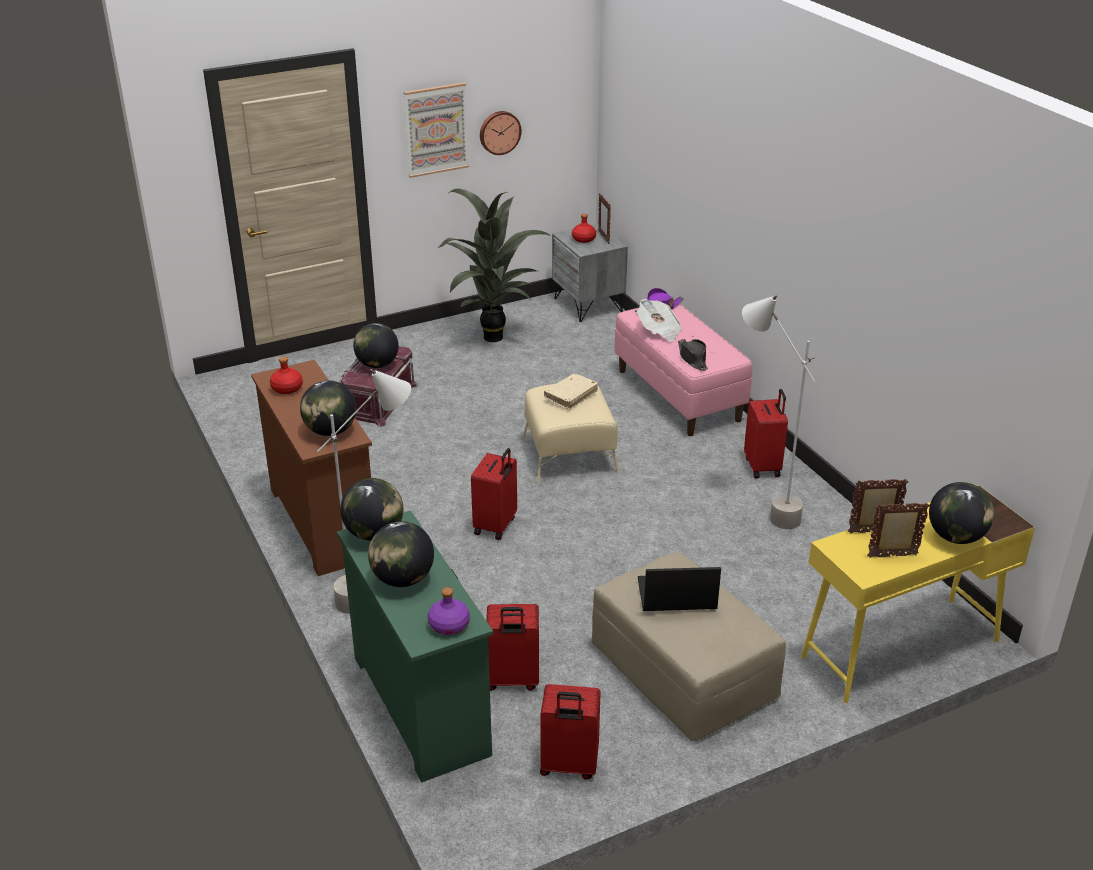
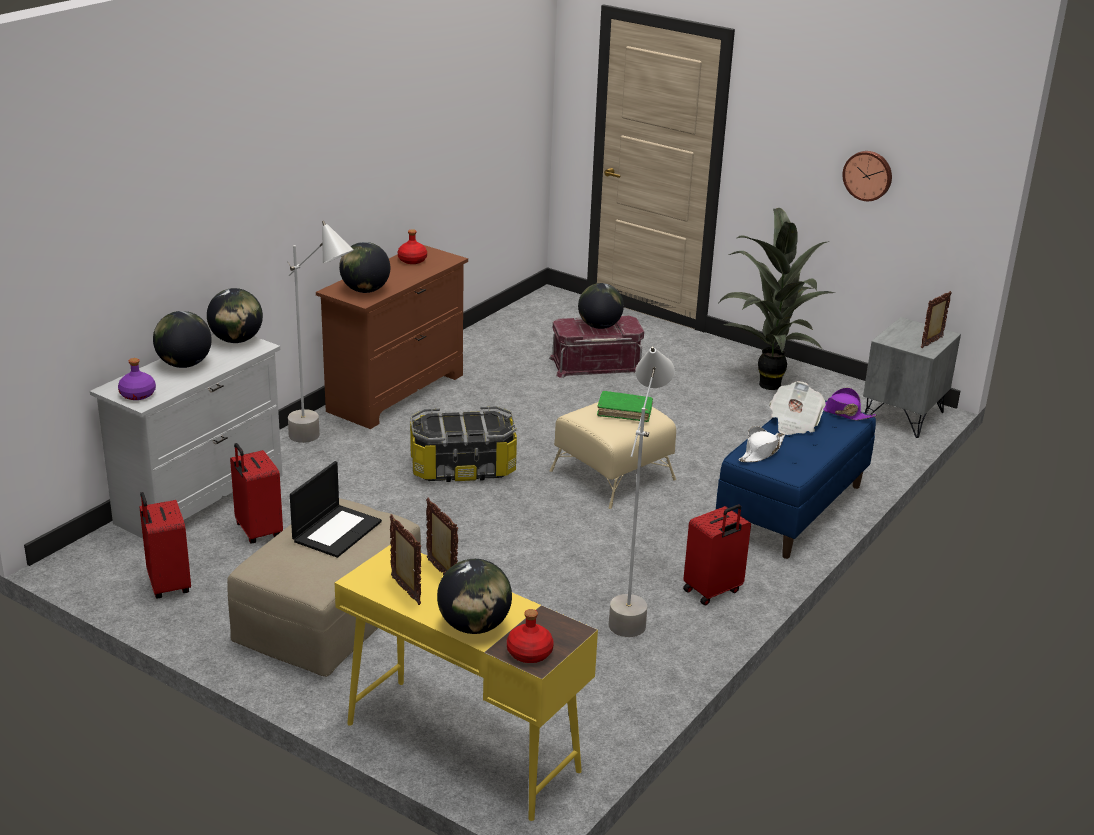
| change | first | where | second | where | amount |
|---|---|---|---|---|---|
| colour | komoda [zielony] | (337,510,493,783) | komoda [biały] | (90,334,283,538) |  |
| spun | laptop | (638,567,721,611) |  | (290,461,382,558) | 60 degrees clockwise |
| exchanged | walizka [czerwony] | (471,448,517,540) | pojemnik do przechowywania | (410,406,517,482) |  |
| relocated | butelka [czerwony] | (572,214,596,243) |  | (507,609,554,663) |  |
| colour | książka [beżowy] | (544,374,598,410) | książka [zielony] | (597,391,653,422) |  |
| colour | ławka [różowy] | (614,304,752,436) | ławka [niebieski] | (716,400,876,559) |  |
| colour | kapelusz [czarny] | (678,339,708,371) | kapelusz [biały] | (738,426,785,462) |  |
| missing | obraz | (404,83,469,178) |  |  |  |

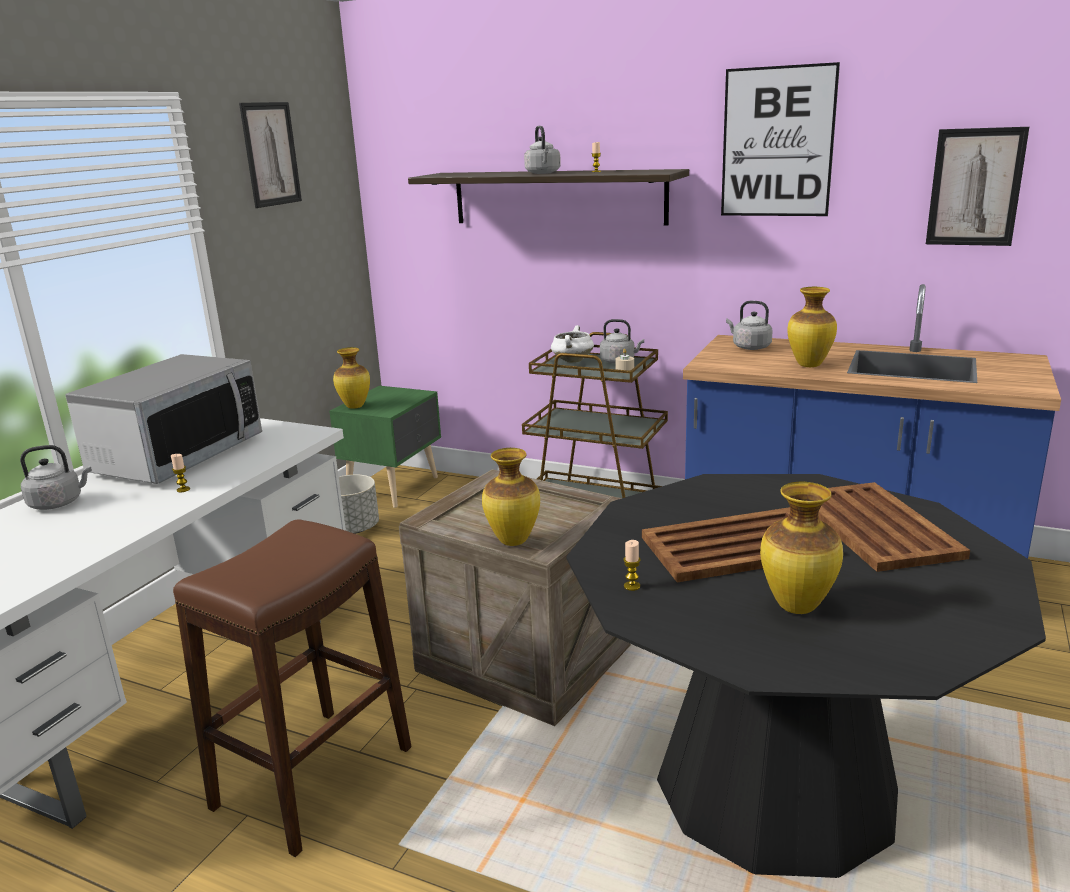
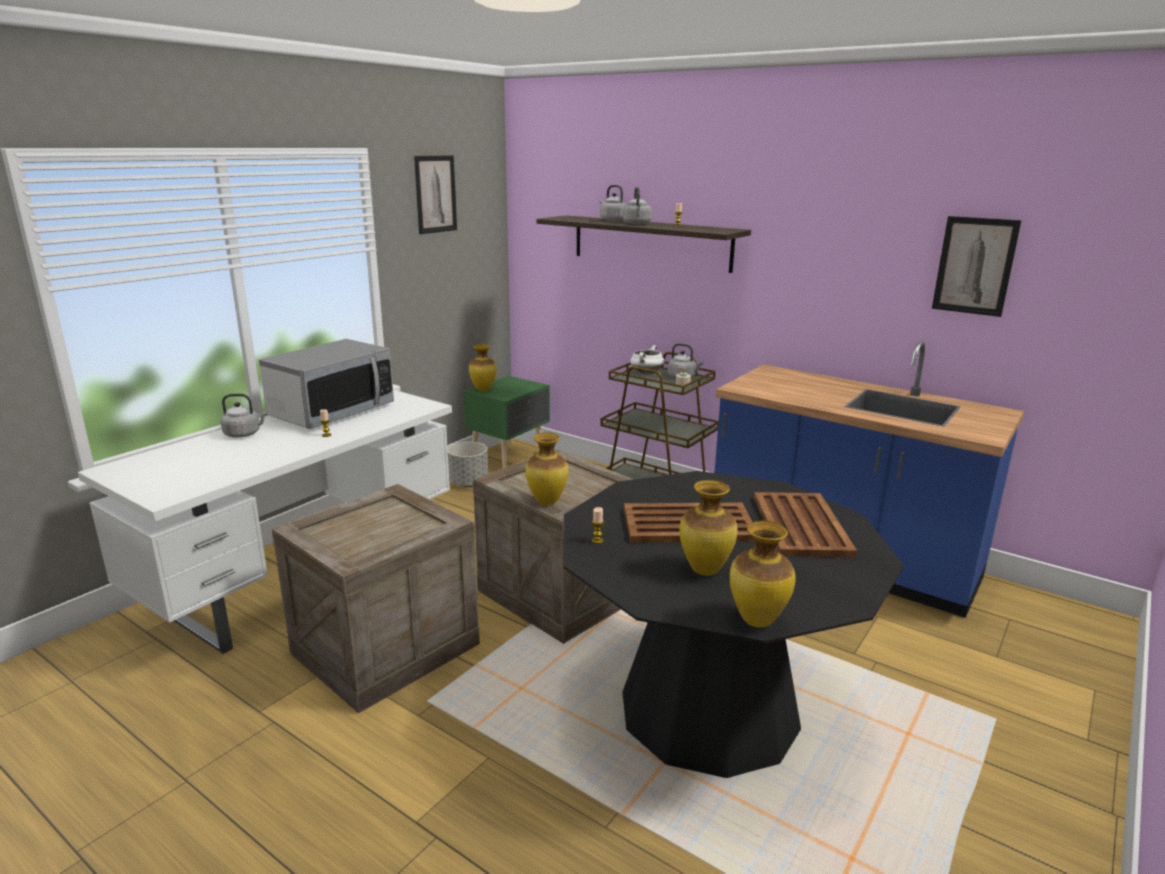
| change | first | where | second | where | amount |
|---|---|---|---|---|---|
| exchanged | stołek [brązowy] | (173,520,412,857) | skrzynka | (272,484,480,713) |  |
| relocated | czajnik [szary] | (726,301,773,350) |  | (599,185,626,221) |  |
| relocated | wazon | (787,287,837,367) |  | (730,521,796,628) |  |
| missing | obraz | (721,62,840,216) |  |  |  |

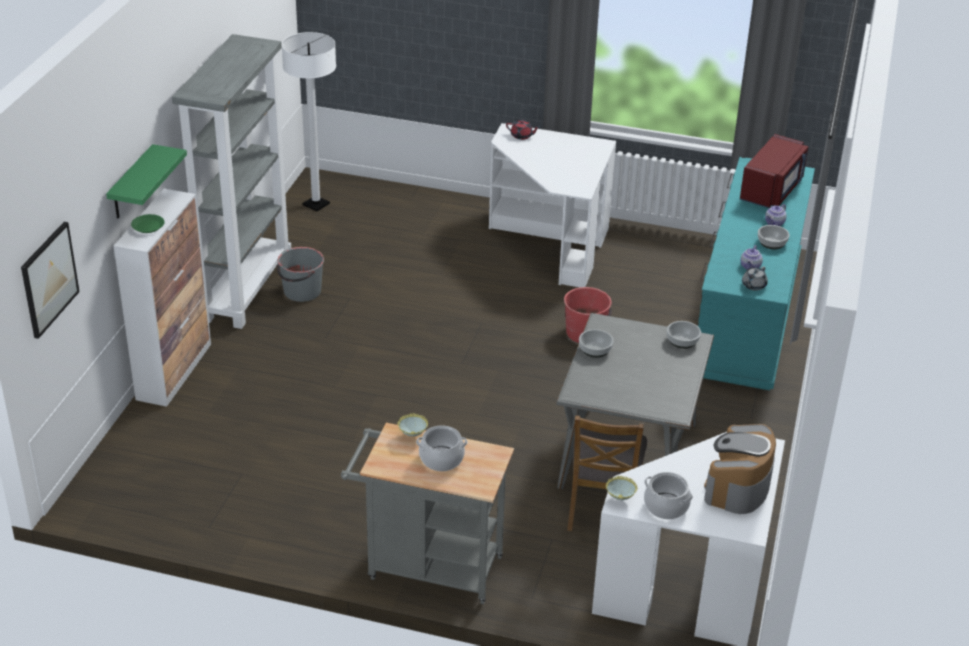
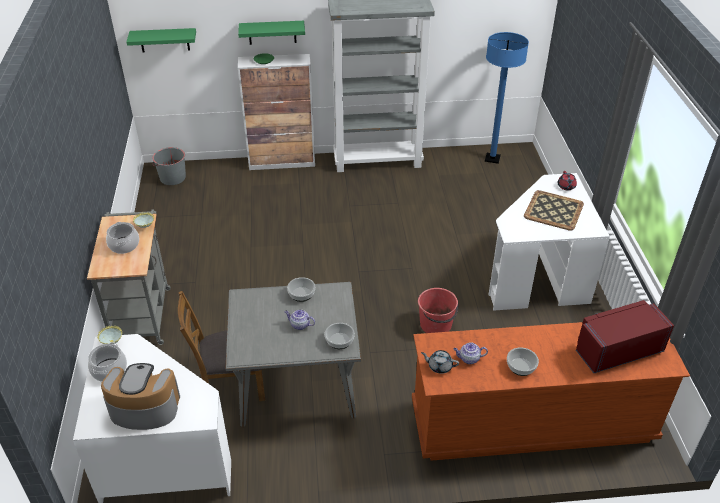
| change | first | where | second | where | amount |
|---|---|---|---|---|---|
| exchanged | obraz | (21,222,80,339) | półka [zielony] | (126,28,196,52) |  |
| relocated | wiadro [szary] | (277,247,324,302) |  | (152,147,186,185) |  |
| relocated | imbryk | (765,204,787,226) |  | (284,309,315,330) |  |
| colour | komoda [turkusowy] | (698,157,815,390) | komoda [brązowy] | (412,322,690,461) |  |
| colour | lampa stojąca [biały] | (282,32,336,211) | lampa stojąca [niebieski] | (485,32,529,164) |  |
| appeared |  |  | taca | (524,190,584,231) |  |
| spun | mikrofalówka [czerwony] | (740,134,808,208) |  | (576,300,674,373) | 150 degrees clockwise |

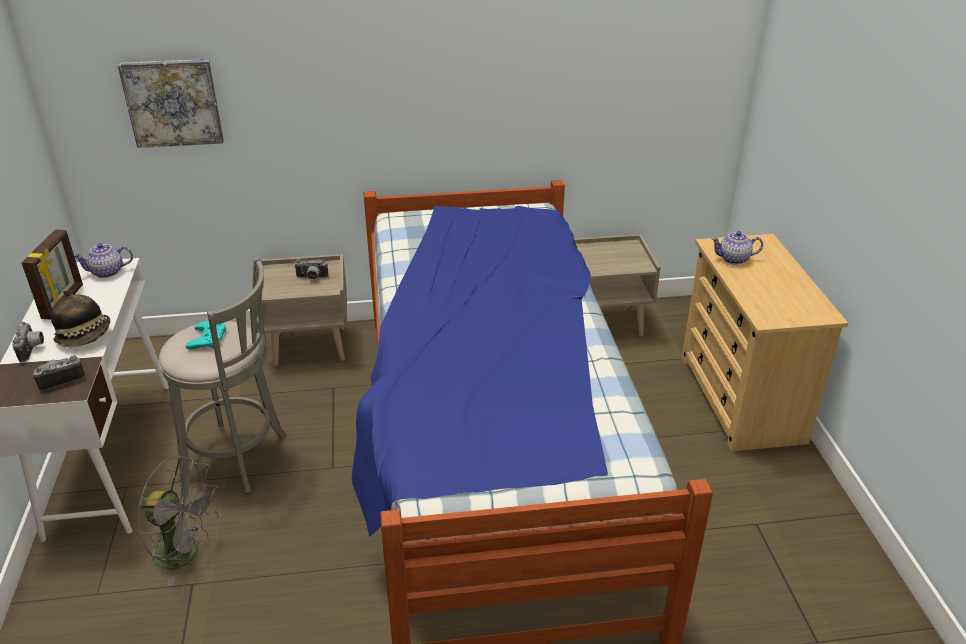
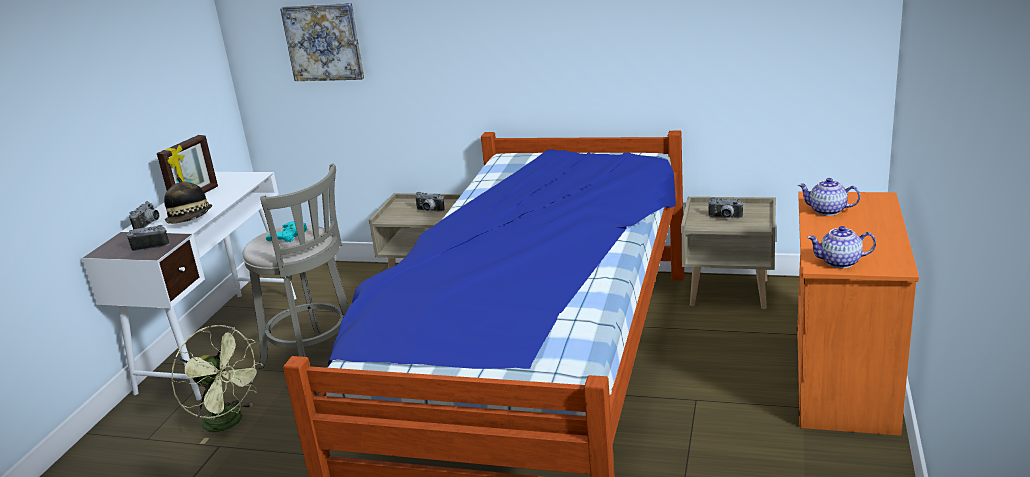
| change | first | where | second | where | amount |
|---|---|---|---|---|---|
| colour | wentylator [szary] | (137,455,219,586) | wentylator [zielony] | (171,325,264,444) |  |
| appeared |  |  | aparat fotograficzny | (708,197,743,218) |  |
| colour | komoda [beżowy] | (682,234,848,452) | komoda [pomarańczowy] | (797,192,919,436) |  |
| relocated | imbryk | (74,243,133,278) |  | (807,226,876,268) |  |

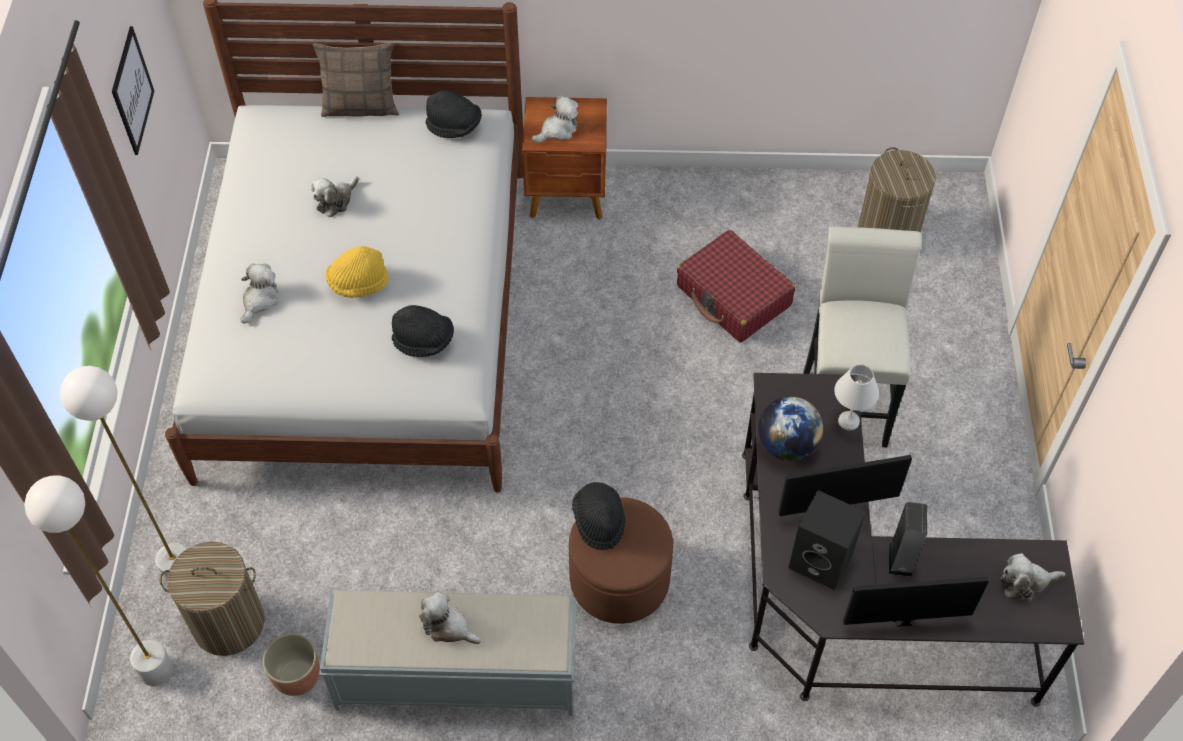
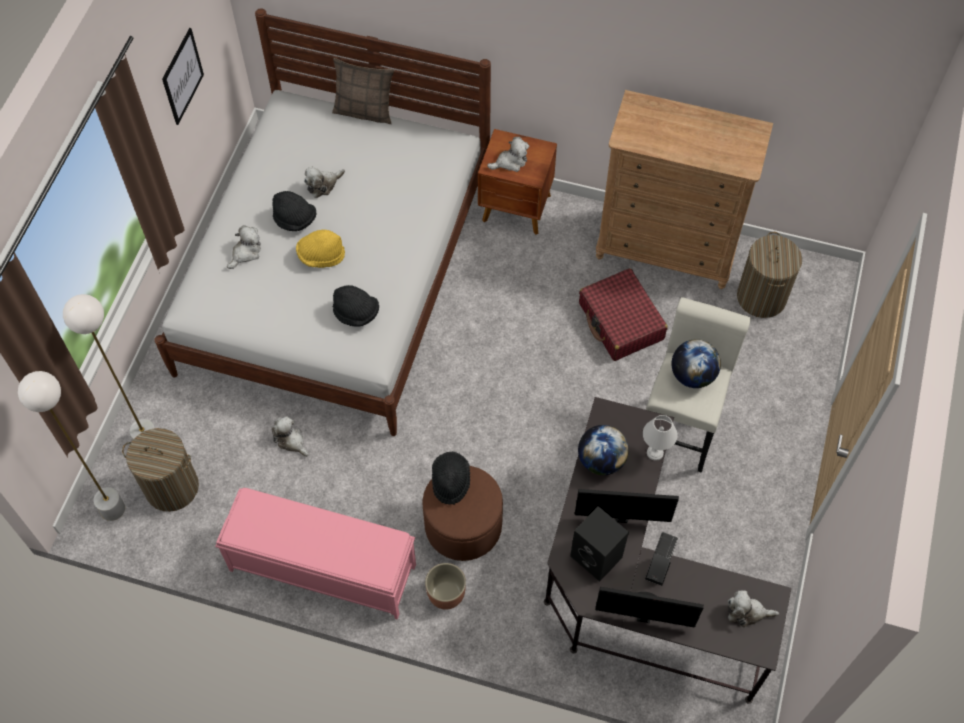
| change | first | where | second | where | amount |
|---|---|---|---|---|---|
| colour | ławka [szary] | (319,590,577,716) | ławka [różowy] | (215,488,416,620) |  |
| relocated | pluszak | (419,592,481,644) |  | (271,416,309,457) |  |
| relocated | kapelusz [czarny] | (426,90,482,138) |  | (273,191,316,231) |  |
| relocated | donica | (263,633,320,696) |  | (425,563,466,610) |  |
| appeared |  |  | komoda [brązowy] | (596,90,773,289) |  |
| appeared |  |  | globus | (671,339,721,388) |  |

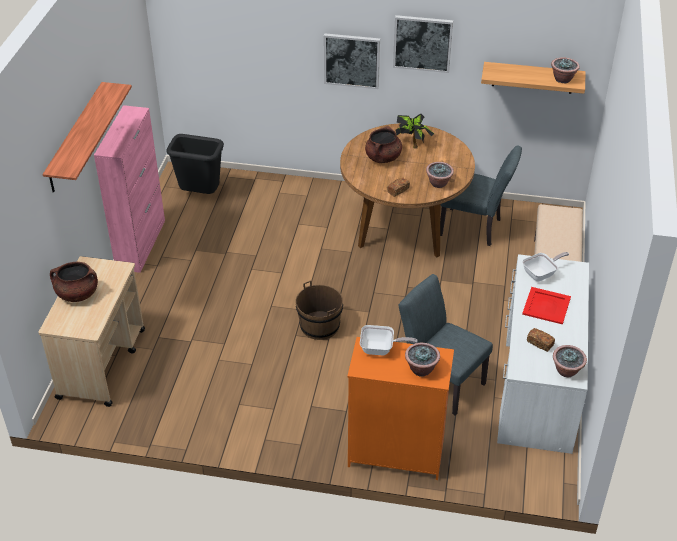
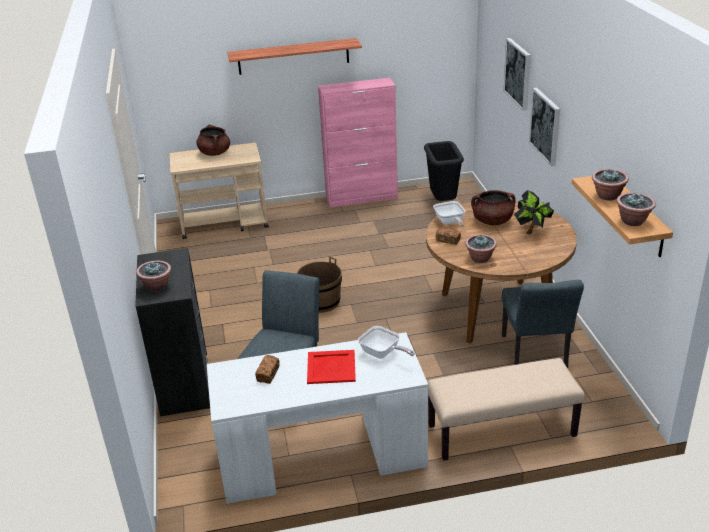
| change | first | where | second | where | amount |
|---|---|---|---|---|---|
| colour | komoda [pomarańczowy] | (347,337,454,480) | komoda [czarny] | (135,248,210,416) |  |
| relocated | patelnia | (360,325,418,355) |  | (433,201,465,226) |  |
| relocated | obraz | (393,15,453,73) |  | (504,38,531,111) |  |
| relocated | roślina doniczkowa | (553,345,587,377) |  | (592,169,629,201) |  |

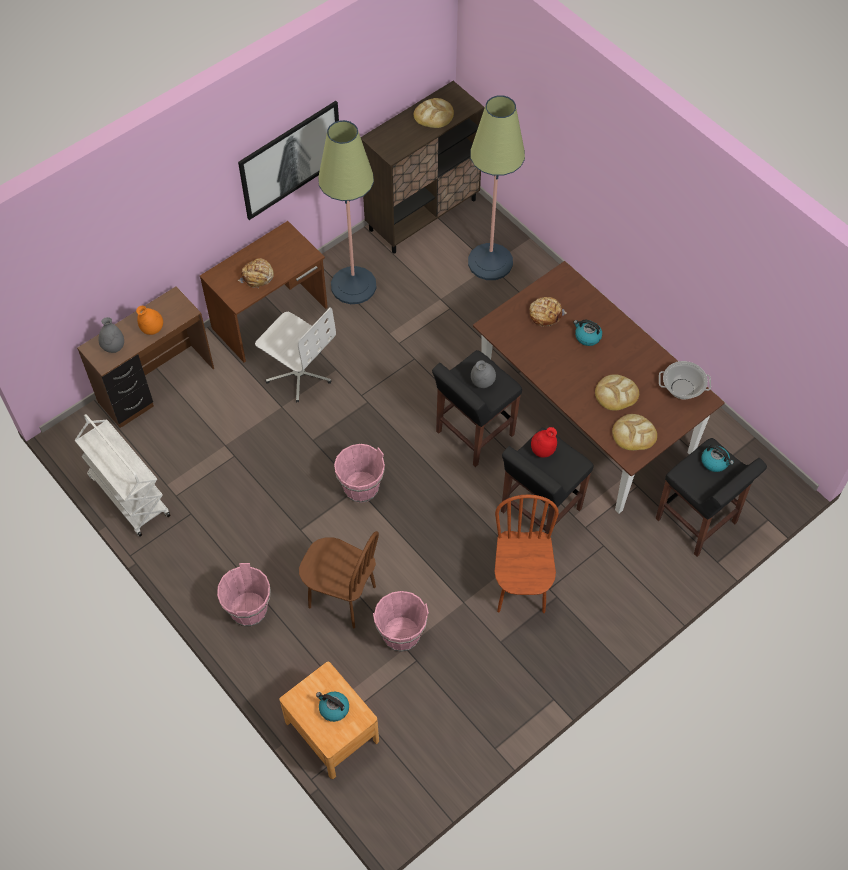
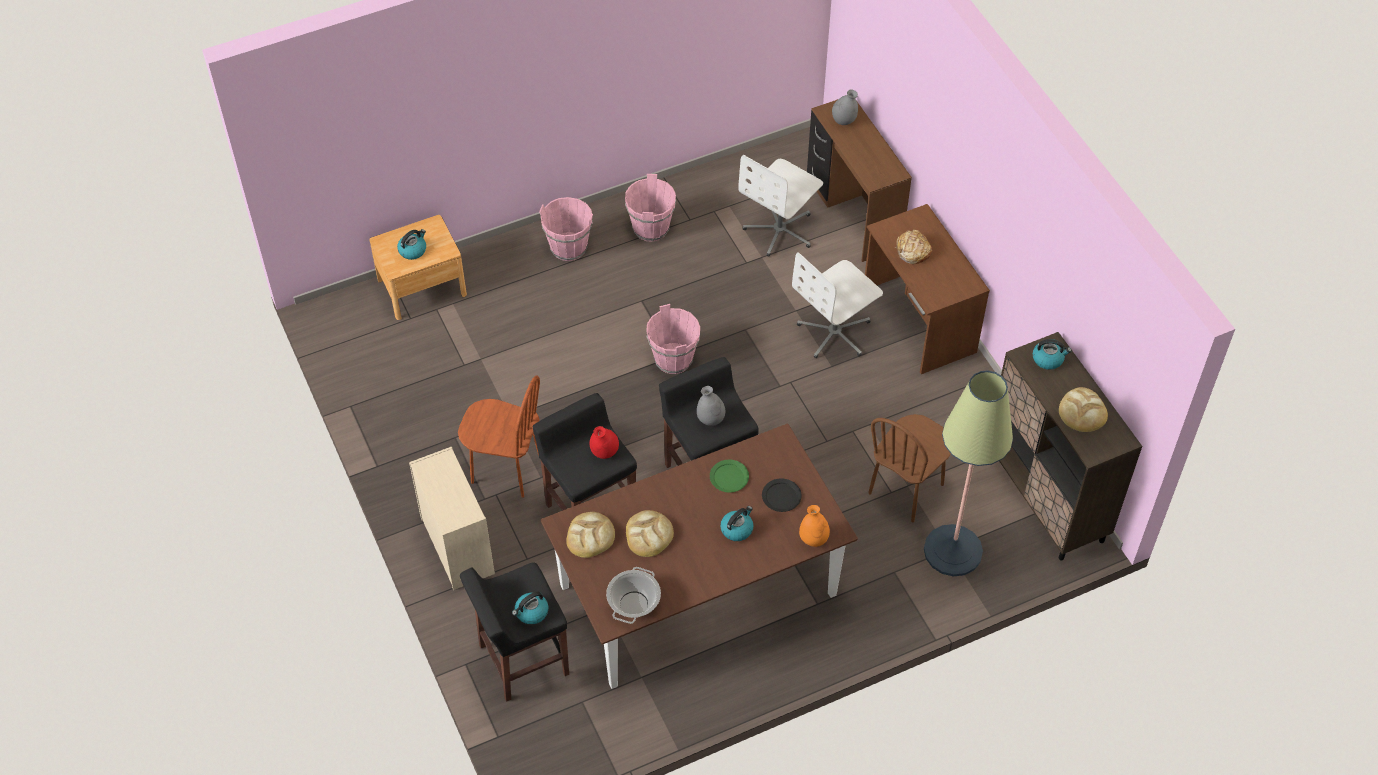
| change | first | where | second | where | amount |
|---|---|---|---|---|---|
| appeared |  |  | komoda [beżowy] | (409,447,495,590) |  |
| relocated | wiadro [różowy] | (373,591,429,652) |  | (625,174,676,242) |  |
| appeared |  |  | talerz [zielony] | (710,460,749,493) |  |
| appeared |  |  | krzesło biurowe [biały] | (738,155,823,257) |  |
| exchanged | chleb | (530,297,567,327) | talerz [czarny] | (762,478,802,512) |  |
| relocated | wazon [pomarańczowy] | (136,306,163,335) |  | (799,505,830,547) |  |
| relocated | krzesło [brązowy] | (299,531,379,629) |  | (868,414,951,523) |  |
| appeared |  |  | czajnik | (1033,339,1072,370) |  |
| missing | wózek [biały] | (75,414,171,537) |  |  |  |
| missing | obraz | (238,101,339,220) |  |  |  |
| missing | lampa stojąca | (318,120,376,304) |  |  |  |

